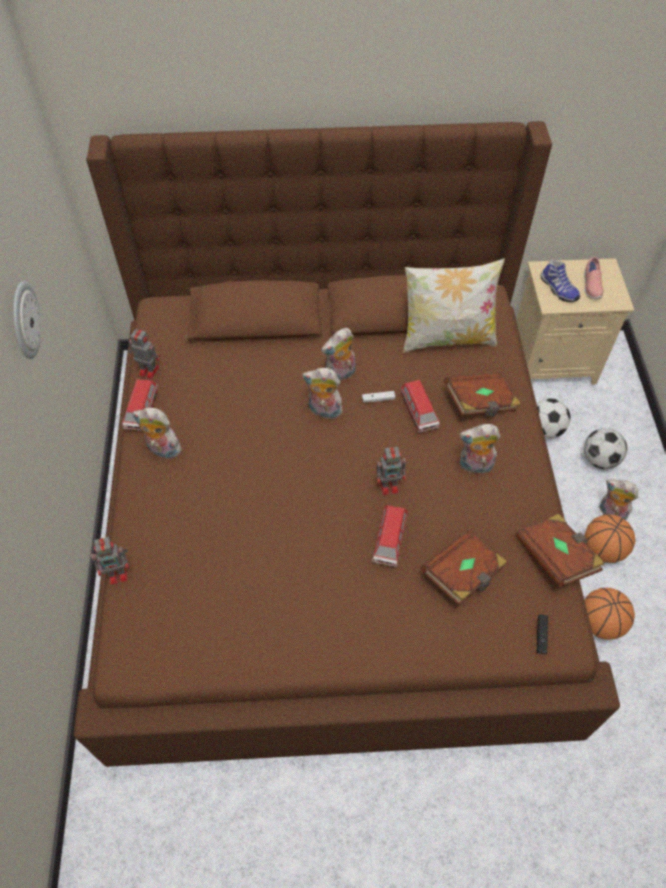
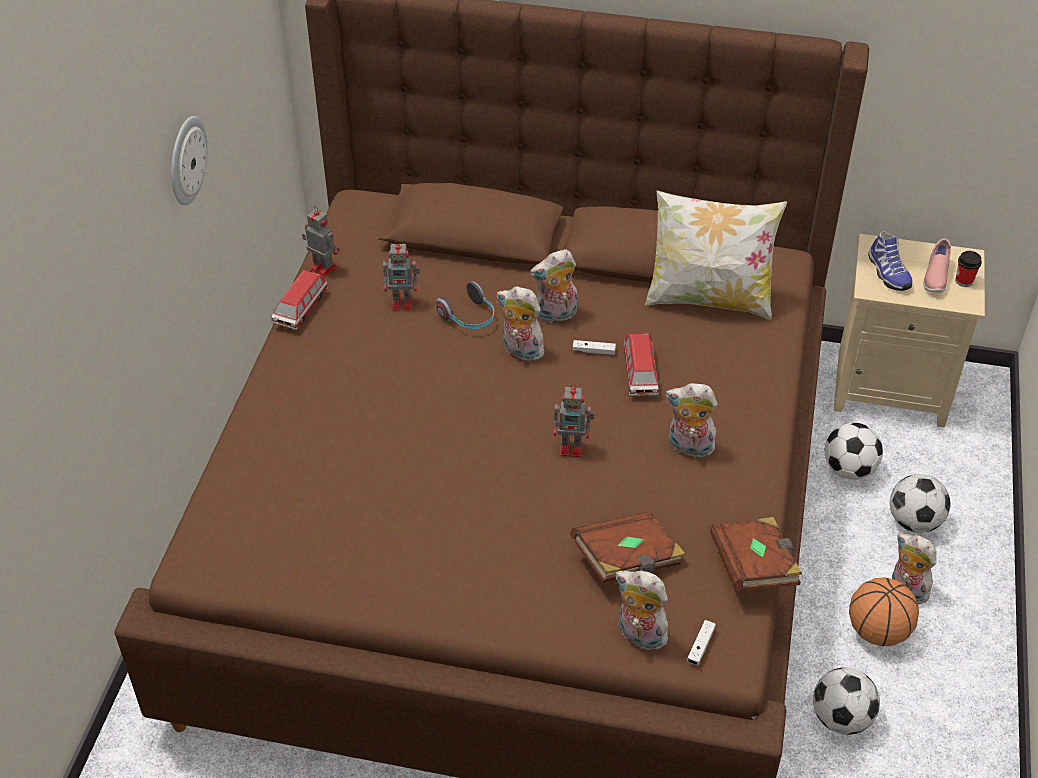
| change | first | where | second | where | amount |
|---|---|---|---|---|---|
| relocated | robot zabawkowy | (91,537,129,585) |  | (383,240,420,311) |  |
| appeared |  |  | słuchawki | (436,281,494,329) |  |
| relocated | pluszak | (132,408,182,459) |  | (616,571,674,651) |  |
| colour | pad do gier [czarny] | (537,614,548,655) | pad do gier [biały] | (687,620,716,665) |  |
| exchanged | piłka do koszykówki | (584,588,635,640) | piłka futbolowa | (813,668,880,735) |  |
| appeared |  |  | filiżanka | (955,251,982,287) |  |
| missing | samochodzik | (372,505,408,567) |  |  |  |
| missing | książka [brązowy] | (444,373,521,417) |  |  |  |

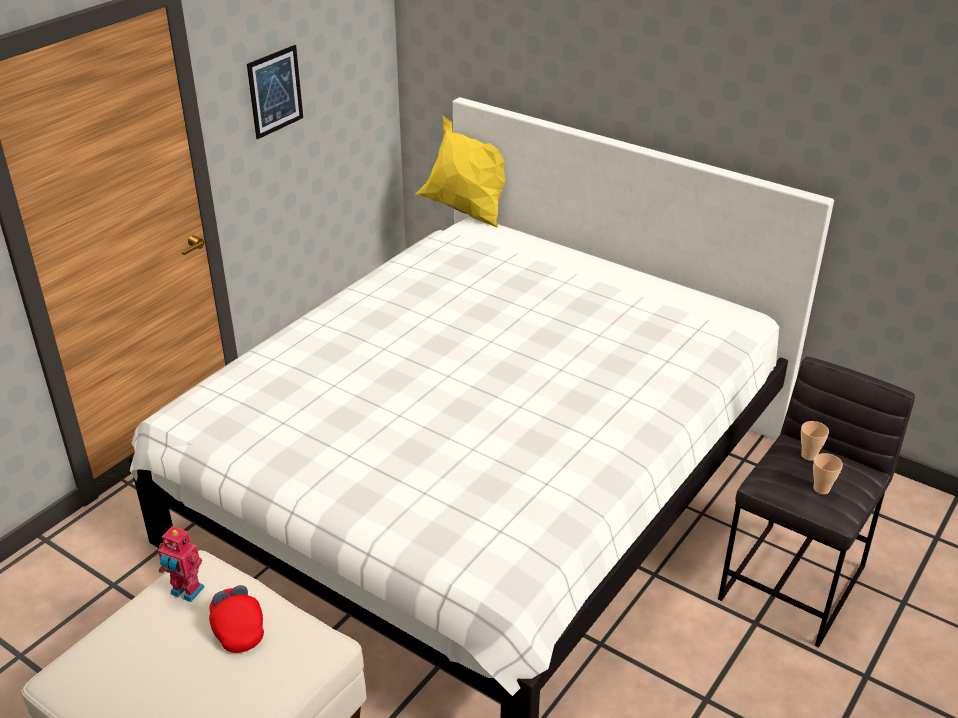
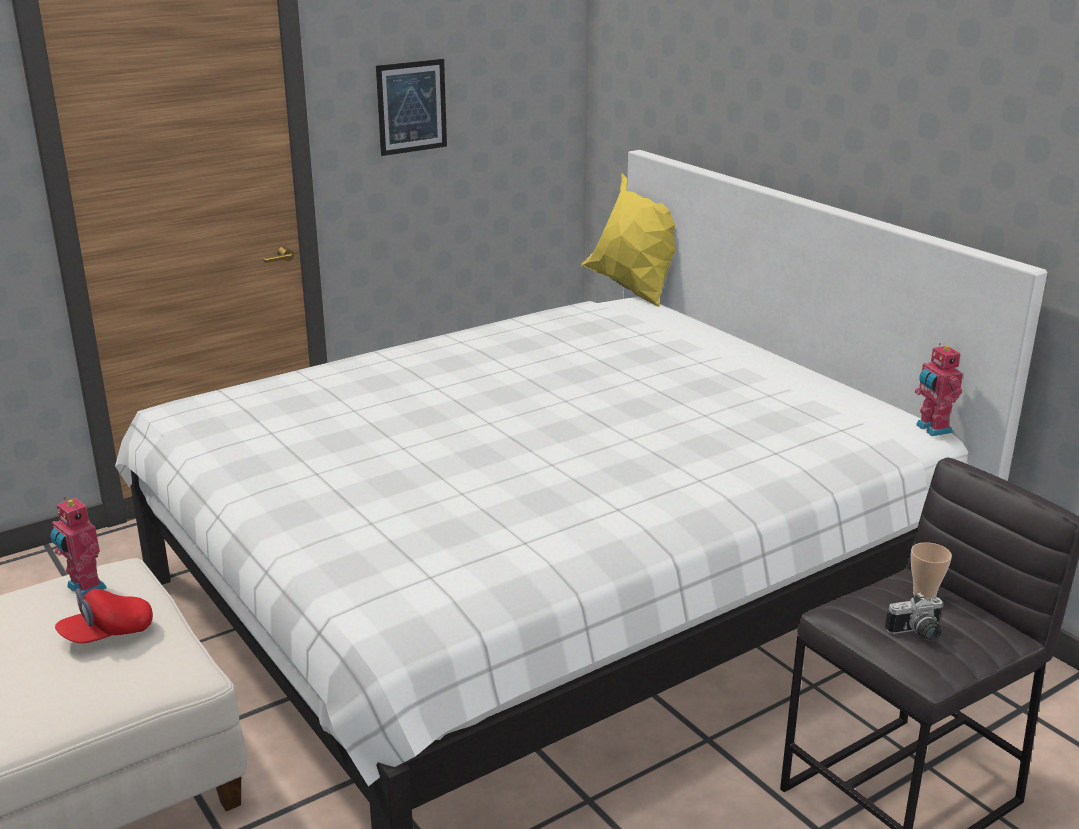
| change | first | where | second | where | amount |
|---|---|---|---|---|---|
| spun | czapka z daszkiem [czerwony] | (209,585,264,653) |  | (55,588,153,643) | 120 degrees counterclockwise |
| exchanged | filiżanka | (813,453,843,494) | aparat fotograficzny | (885,592,943,641) |  |
| appeared |  |  | robot zabawkowy | (915,343,963,436) |  |

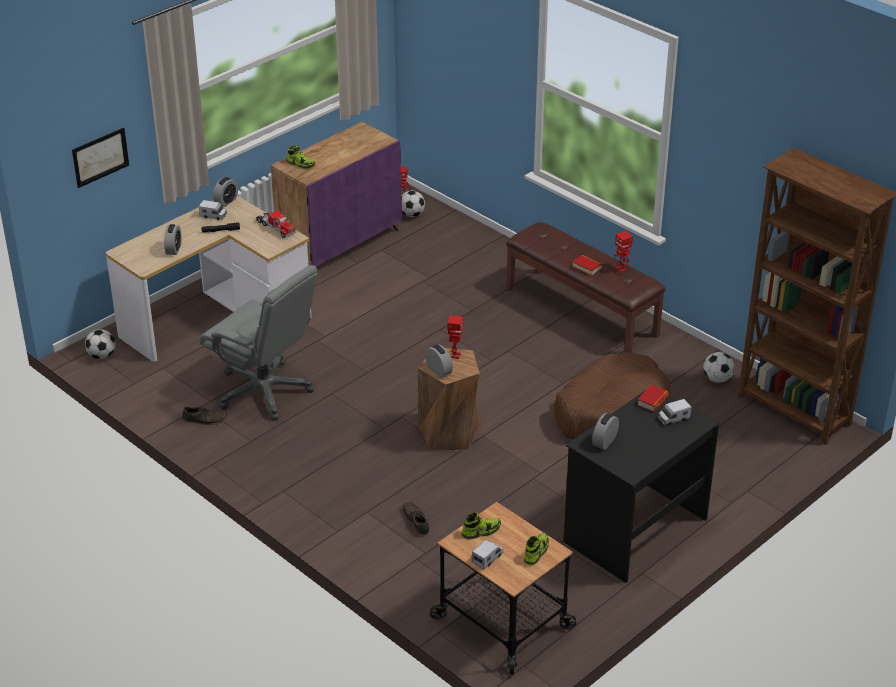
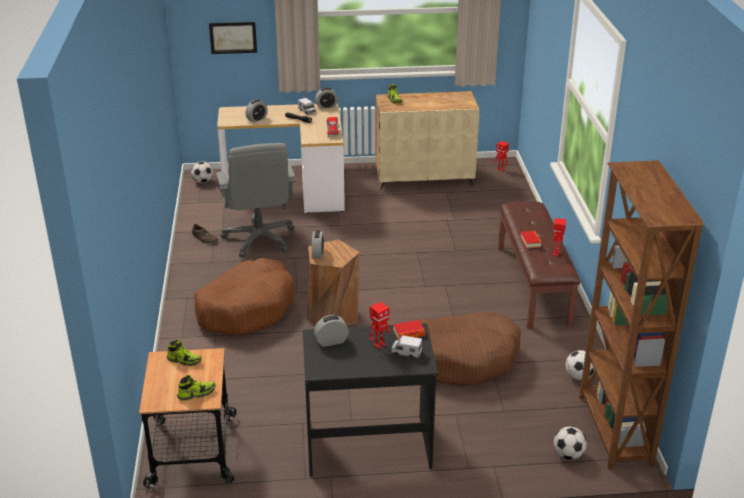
| change | first | where | second | where | amount |
|---|---|---|---|---|---|
| appeared |  |  | legowisko [brązowy] | (194,258,294,335) |  |
| relocated | robot zabawkowy | (447,315,463,359) |  | (370,302,391,349) |  |
| colour | szafka [fioletowy] | (271,122,402,267) | szafka [beżowy] | (376,91,479,190) |  |
| relocated | piłka futbolowa | (401,190,425,217) |  | (553,427,587,460) |  |
| missing | but [brązowy] | (402,502,430,535) |  |  |  |
| missing | ciężarówka zabawkowa | (472,539,503,570) |  |  |  |

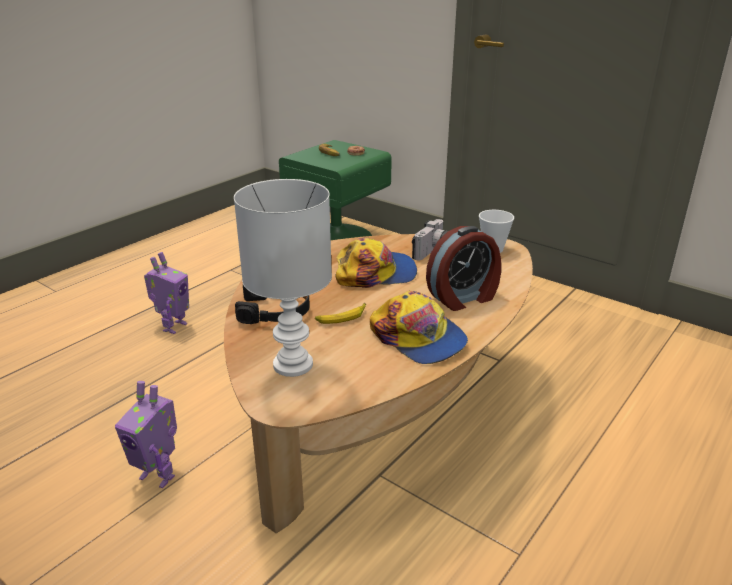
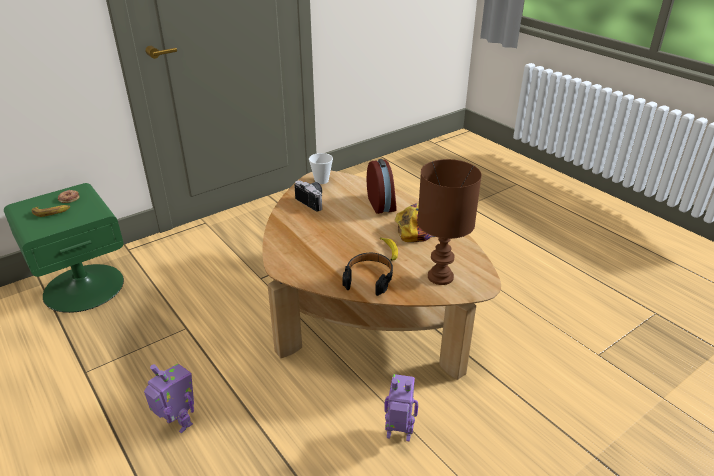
| change | first | where | second | where | amount |
|---|---|---|---|---|---|
| spun | robot zabawkowy | (115,381,177,489) |  | (384,374,418,442) | 120 degrees counterclockwise |
| colour | lampa stołowa [biały] | (234,179,332,377) | lampa stołowa [brązowy] | (417,159,482,285) |  |
| missing | czapka z daszkiem | (335,237,417,288) |  |  |  |

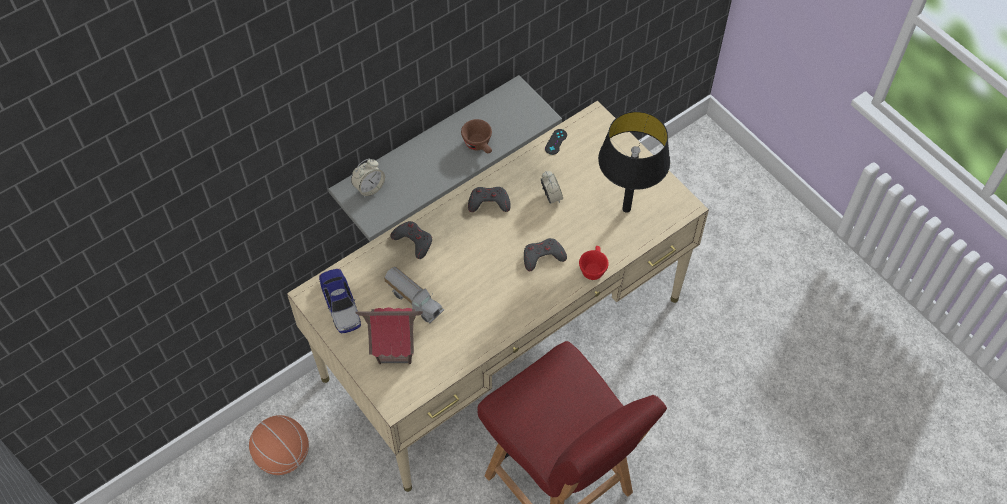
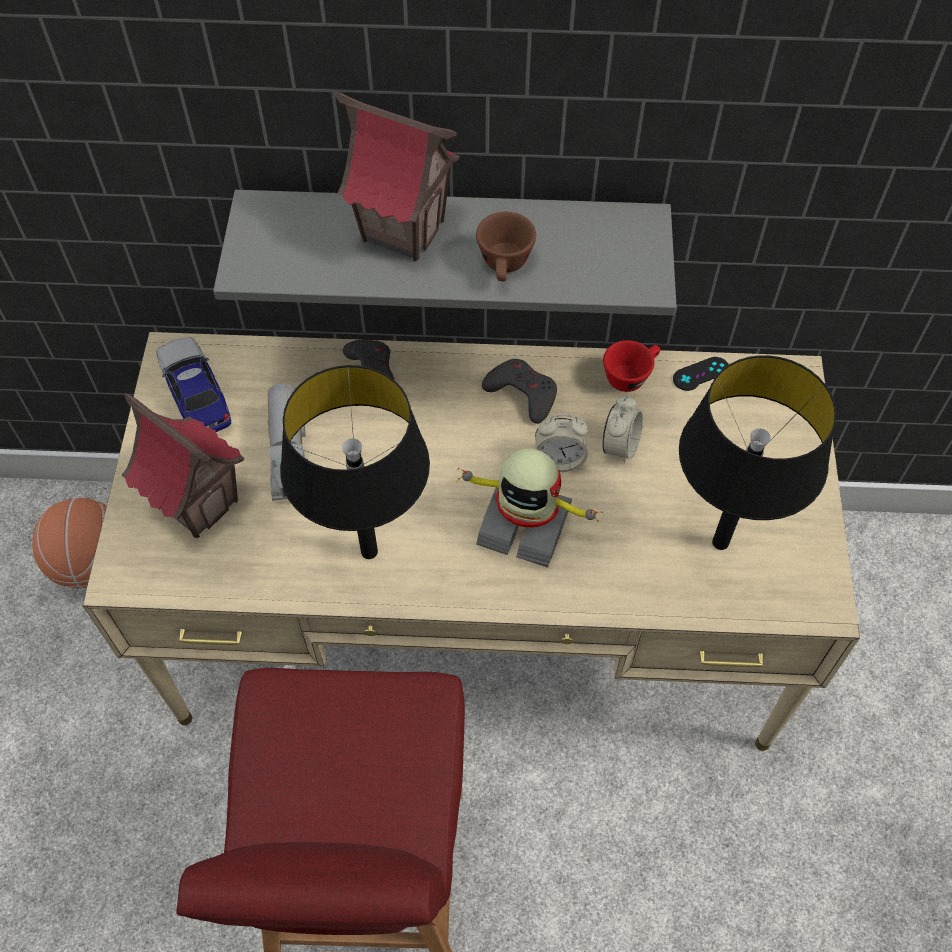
| change | first | where | second | where | amount |
|---|---|---|---|---|---|
| spun | samochodzik | (319,269,361,333) |  | (157,337,231,432) | 135 degrees clockwise |
| appeared |  |  | lampa stołowa [czarny] | (280,365,430,559) |  |
| appeared |  |  | domek | (335,92,460,261) |  |
| exchanged | pad do gier [szary] | (524,238,567,271) | robot zabawkowy | (457,449,602,568) |  |
| relocated | budzik | (351,159,385,197) |  | (535,415,588,472) |  |
| relocated | filiżanka [czerwony] | (579,246,609,280) |  | (603,340,660,392) |  |

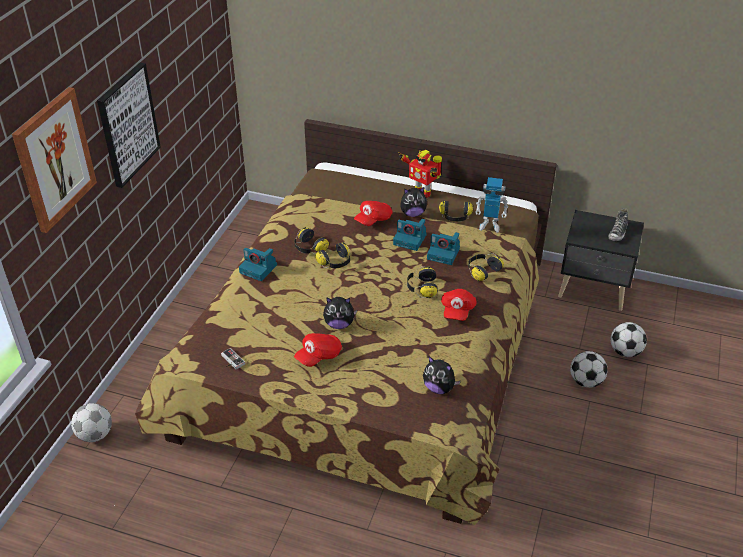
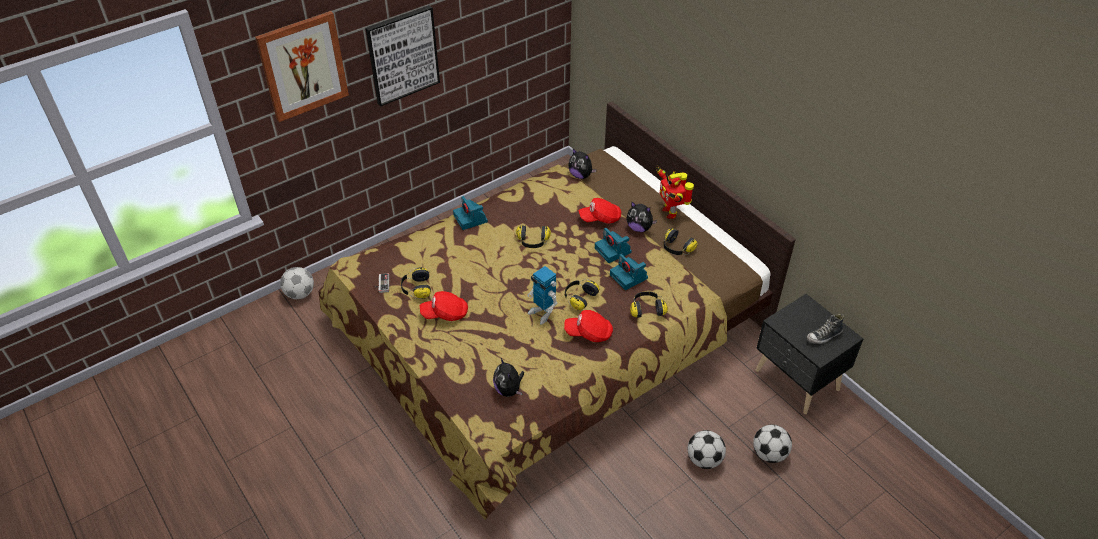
| change | first | where | second | where | amount |
|---|---|---|---|---|---|
| relocated | słuchawki | (294,227,329,254) |  | (401,267,431,299) |  |
| relocated | robot zabawkowy | (475,177,508,233) |  | (527,266,557,325) |  |
| spun | czapka z daszkiem [czerwony] | (441,289,477,321) |  | (564,310,613,342) | 45 degrees clockwise |
| relocated | pluszak | (323,297,357,329) |  | (568,149,597,179) |  |

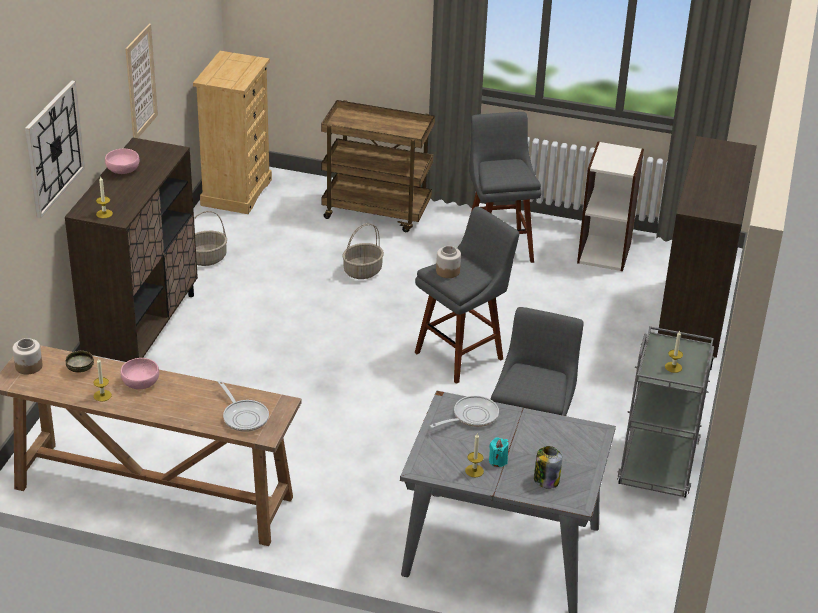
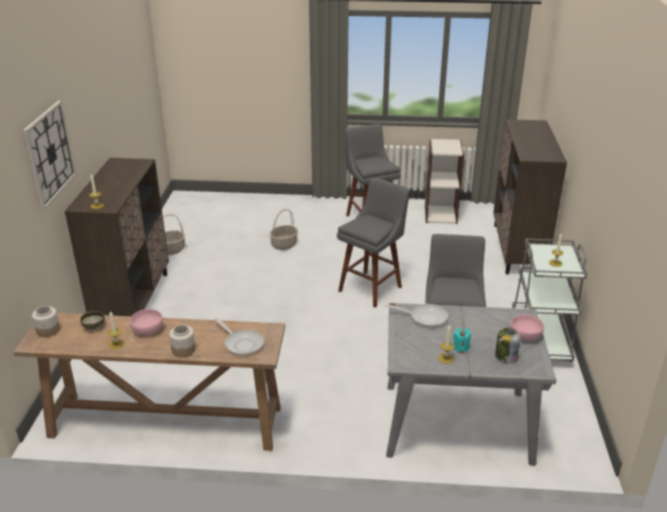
| change | first | where | second | where | amount |
|---|---|---|---|---|---|
| relocated | słoik | (436,246,461,278) |  | (169,325,196,357) |  |
| spun | patelnia | (430,396,499,428) |  | (384,304,448,327) | 60 degrees clockwise |
| relocated | miska [różowy] | (105,149,139,174) |  | (510,315,544,341) |  |
| missing | obraz | (125,24,158,138) |  |  |  |
| missing | komoda [beżowy] | (193,51,272,214) |  |  |  |
| missing | wózek [brązowy] | (321,100,435,232) |  |  |  |

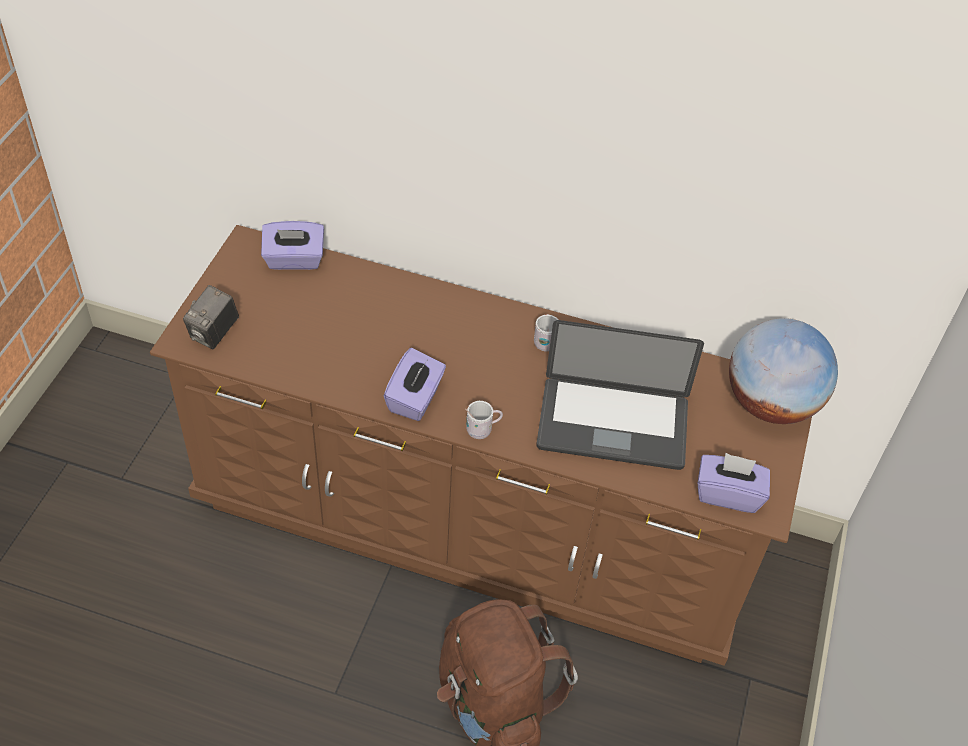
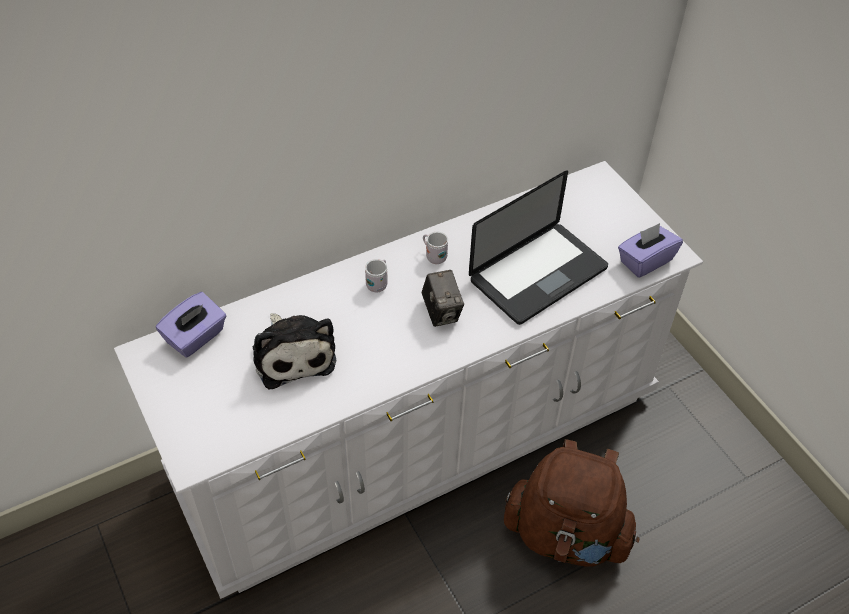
| change | first | where | second | where | amount |
|---|---|---|---|---|---|
| colour | komoda [brązowy] | (150,225,812,666) | komoda [biały] | (114,161,703,599) |  |
| appeared |  |  | pluszak | (253,313,336,389) |  |
| relocated | kubek [biały] | (465,401,503,439) |  | (365,259,387,292) |  |
| relocated | aparat fotograficzny | (183,285,239,349) |  | (422,270,464,327) |  |
| missing | pudełko chusteczek [fioletowy] | (384,348,446,421) |  |  |  |
| missing | globus | (729,318,838,424) |  |  |  |

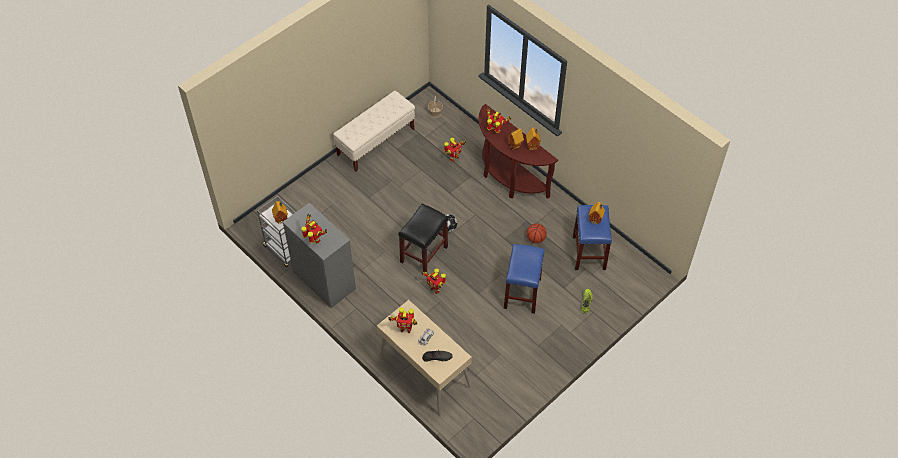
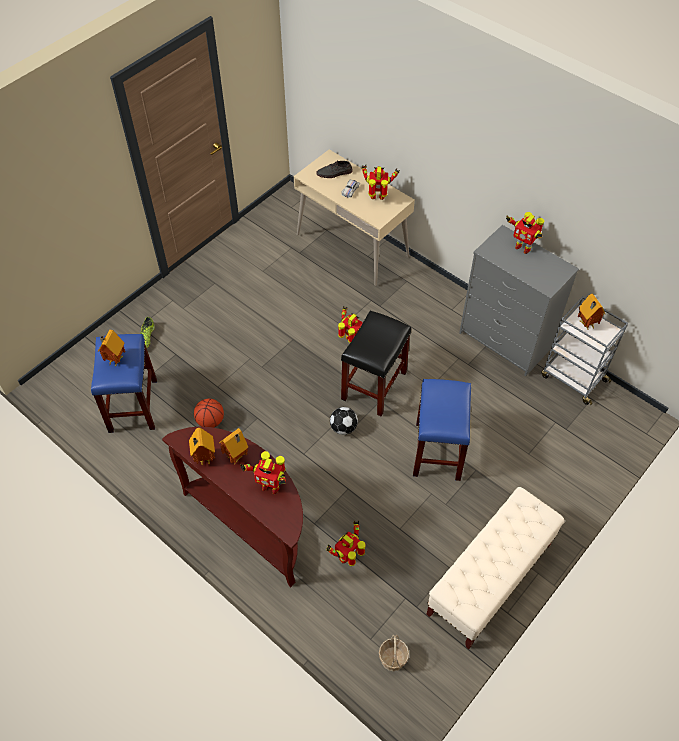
| change | first | where | second | where | amount |
|---|---|---|---|---|---|
| relocated | stołek [niebieski] | (504,244,544,314) |  | (413,379,471,481) |  |

